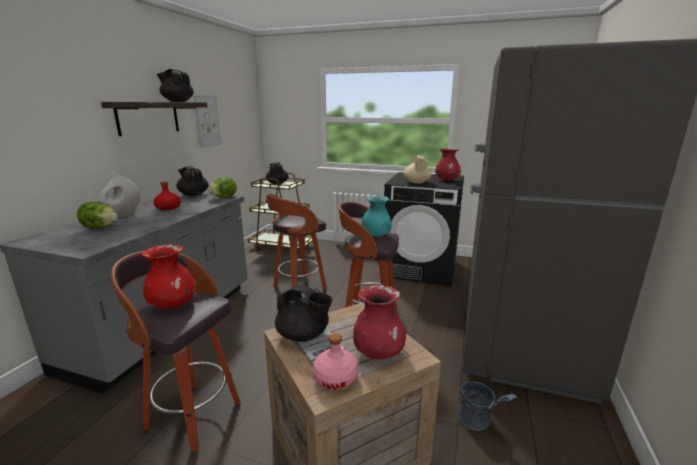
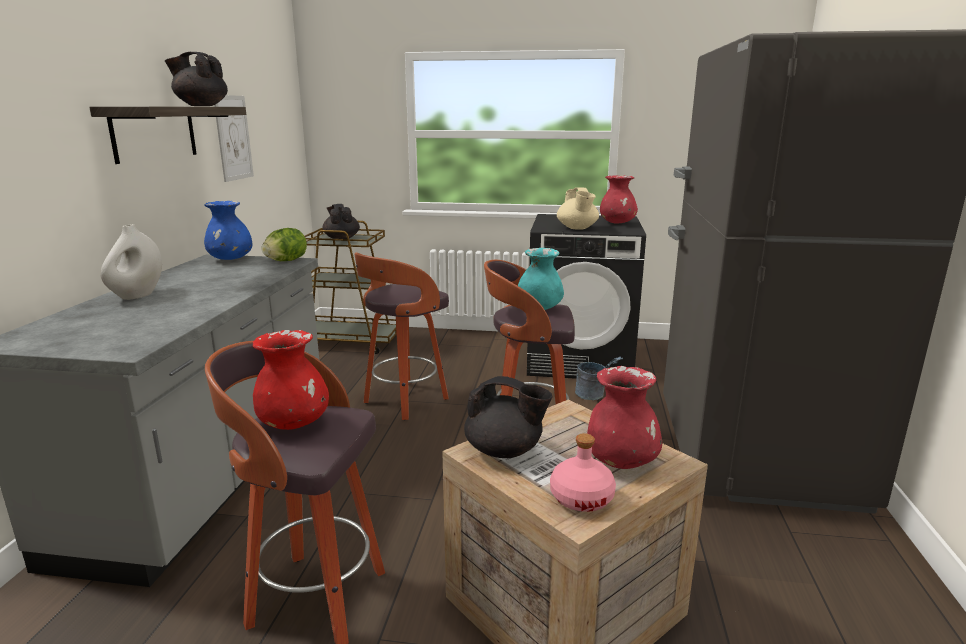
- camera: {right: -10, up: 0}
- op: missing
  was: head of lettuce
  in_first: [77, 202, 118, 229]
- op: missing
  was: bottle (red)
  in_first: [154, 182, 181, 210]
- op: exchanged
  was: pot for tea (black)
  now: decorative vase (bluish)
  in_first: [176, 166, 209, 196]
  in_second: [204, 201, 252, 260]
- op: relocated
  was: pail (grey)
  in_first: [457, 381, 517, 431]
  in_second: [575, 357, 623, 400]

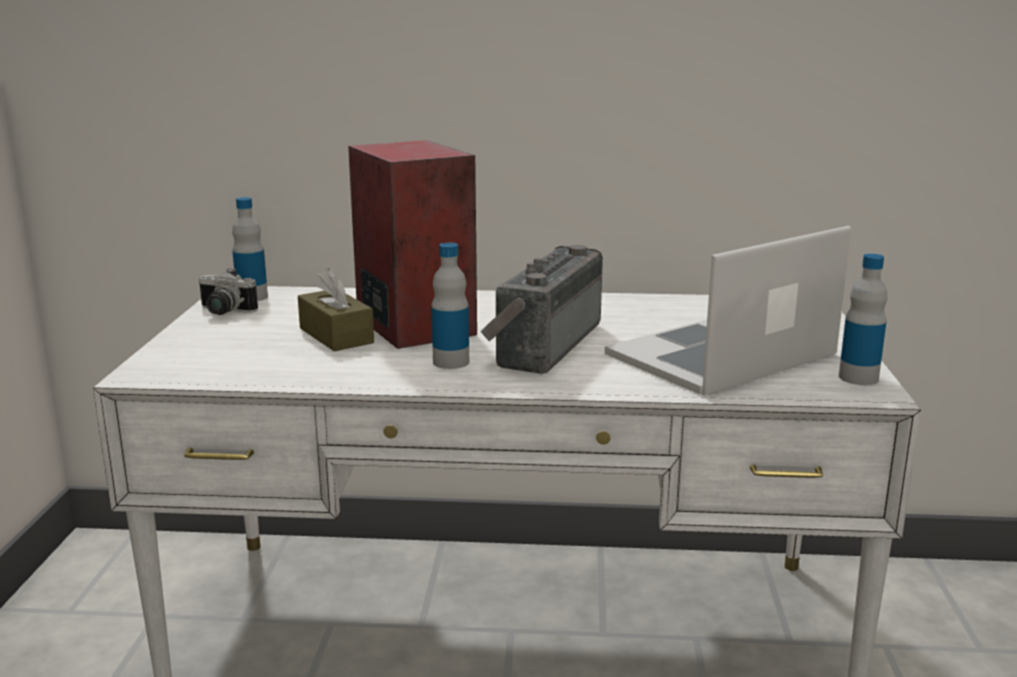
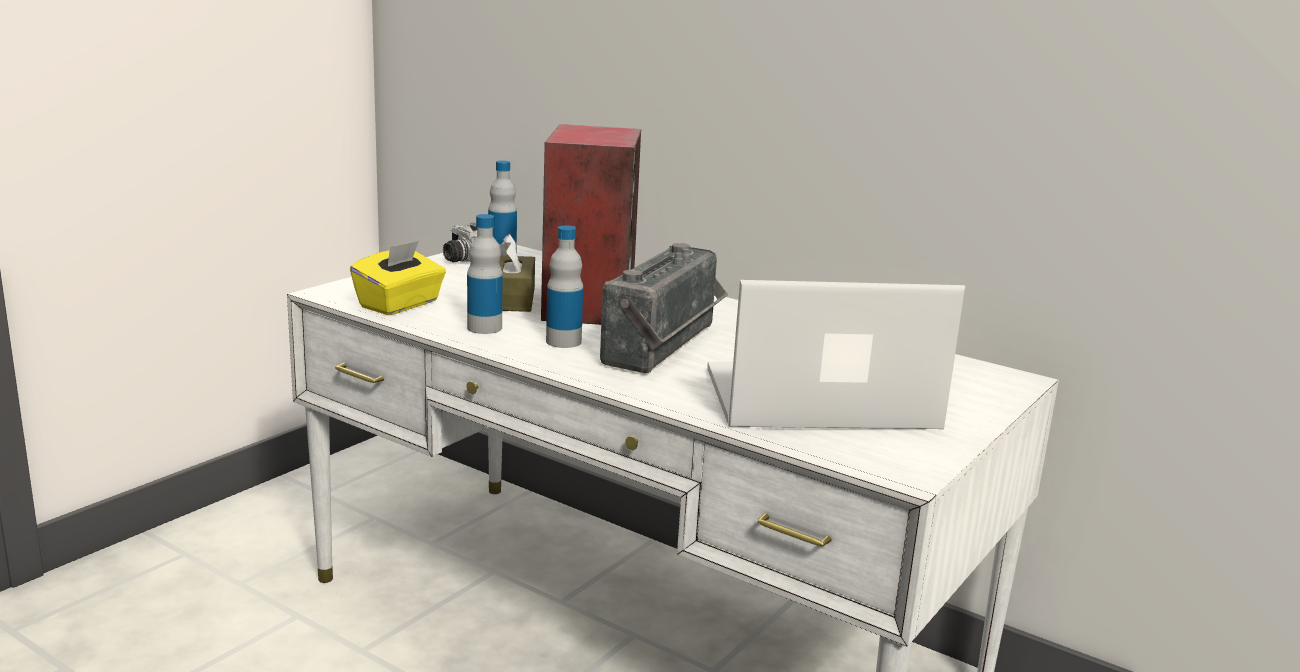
- camera: {right: 30, up: 0}
- op: spun
  was: radio receiver
  in_first: [480, 245, 603, 374]
  in_second: [600, 243, 728, 373]
  clockwise: 150
- op: relocated
  was: bottle
  in_first: [839, 254, 888, 385]
  in_second: [467, 214, 503, 334]
- op: appeared
  now: box of tissues (yellow)
  in_second: [350, 241, 446, 315]

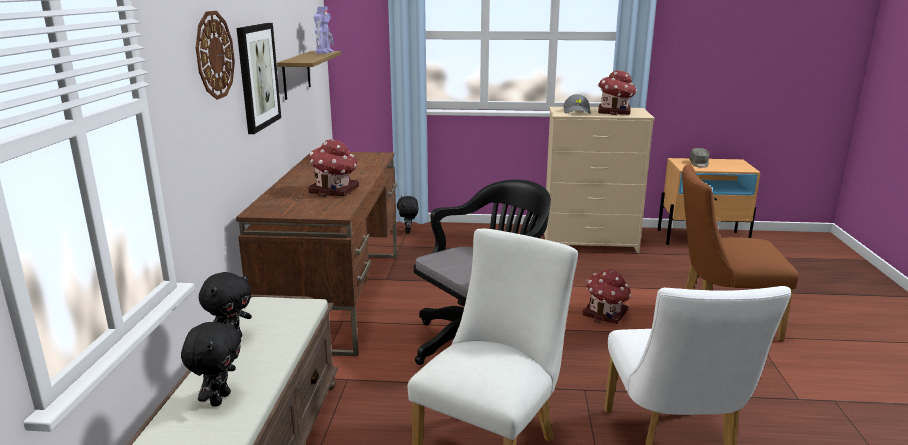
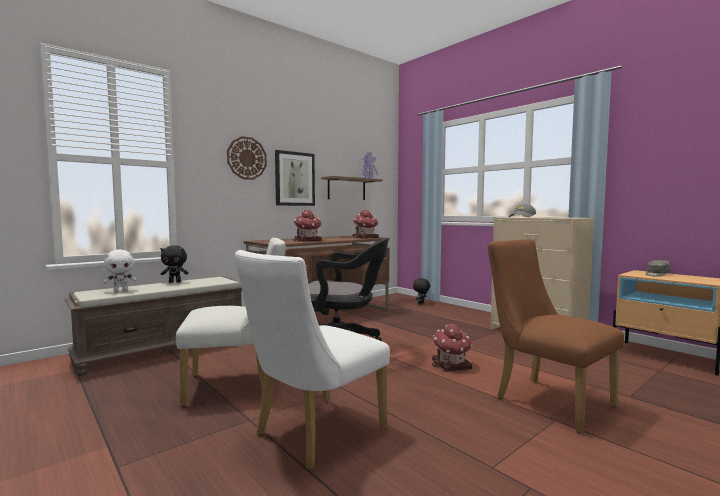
- camera: {right: 45, up: -15}
- op: colour
  was: soft toy (black)
  now: soft toy (whitish)
  in_first: [181, 320, 241, 407]
  in_second: [103, 250, 137, 292]
- op: relocated
  was: toy house
  in_first: [598, 70, 637, 115]
  in_second: [352, 210, 379, 239]

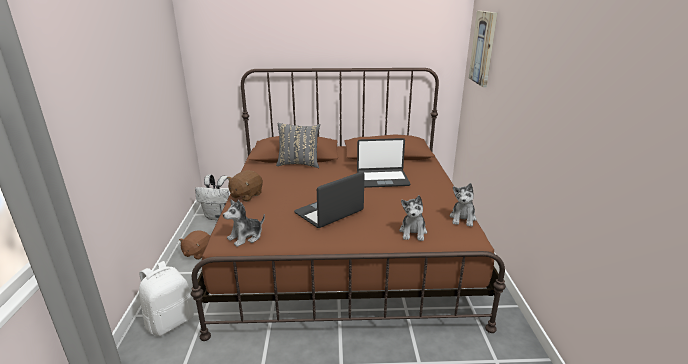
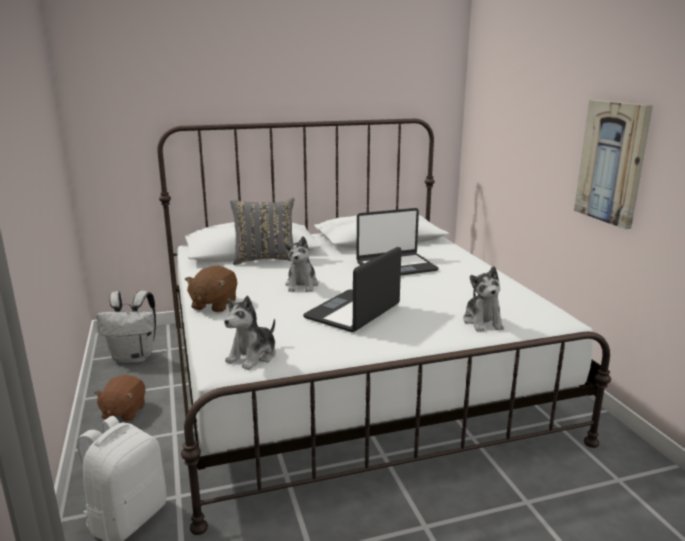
- camera: {right: -15, up: -5}
- op: colour
  was: bed (brownish)
  now: bed (whitish)
  in_first: [191, 68, 506, 341]
  in_second: [157, 119, 611, 535]
- op: relocated
  was: soft toy
  in_first: [450, 183, 477, 227]
  in_second: [283, 236, 319, 292]
- op: relocated
  was: picture
  in_first: [469, 11, 497, 87]
  in_second: [574, 100, 653, 229]

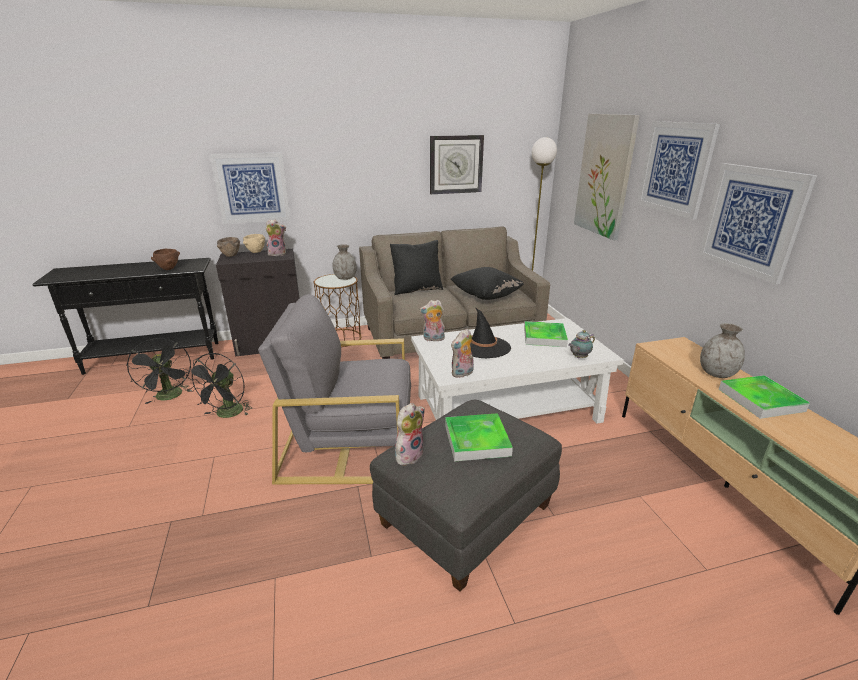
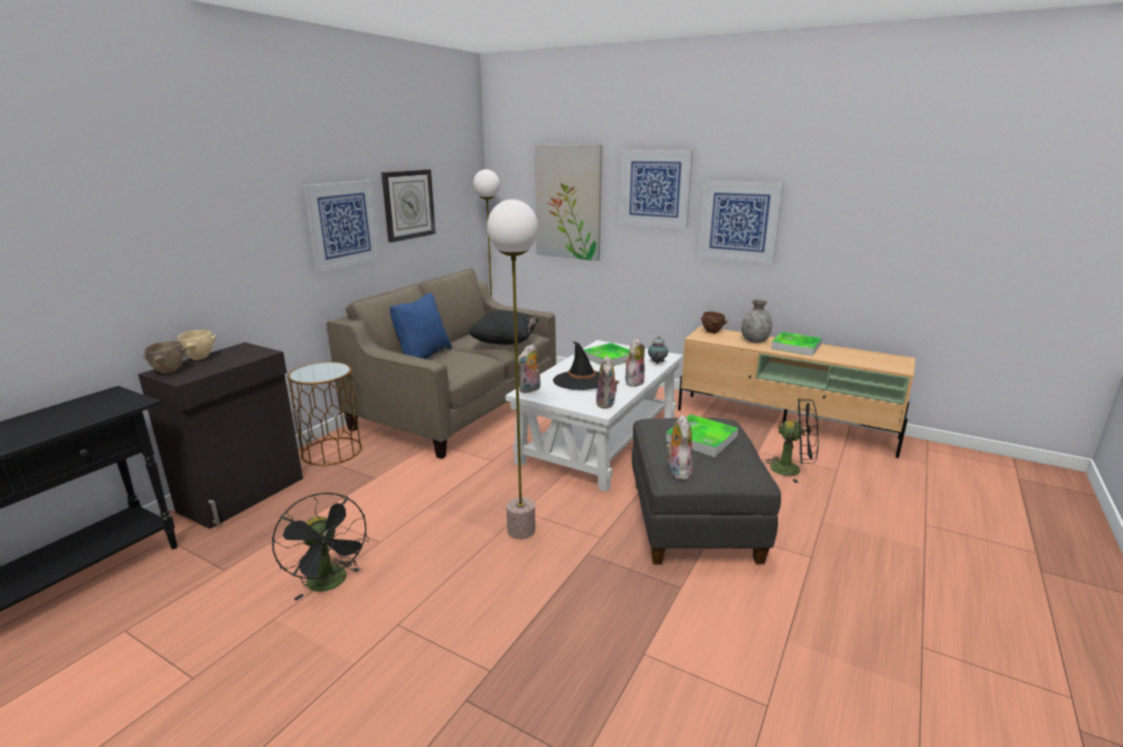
- camera: {right: -45, up: -5}
- op: relocated
  was: fan (black)
  in_first: [127, 338, 191, 404]
  in_second: [762, 398, 819, 483]
- op: relocated
  was: serving bowl (brownish)
  in_first: [151, 249, 180, 270]
  in_second: [701, 311, 727, 334]
- op: relocated
  was: picture
  in_first: [210, 152, 291, 224]
  in_second: [303, 180, 380, 273]
- op: exchanged
  was: armchair (grey)
  now: standing lamp
  in_first: [258, 294, 411, 484]
  in_second: [487, 199, 538, 539]
- op: relocated
  was: soft toy
  in_first: [265, 219, 286, 256]
  in_second: [625, 338, 645, 387]
- op: missing
  was: decorative vase (grey)
  in_first: [333, 244, 357, 280]
- op: colour
  was: cushion (black)
  now: cushion (bluish)
  in_first: [390, 240, 443, 295]
  in_second: [389, 293, 452, 359]

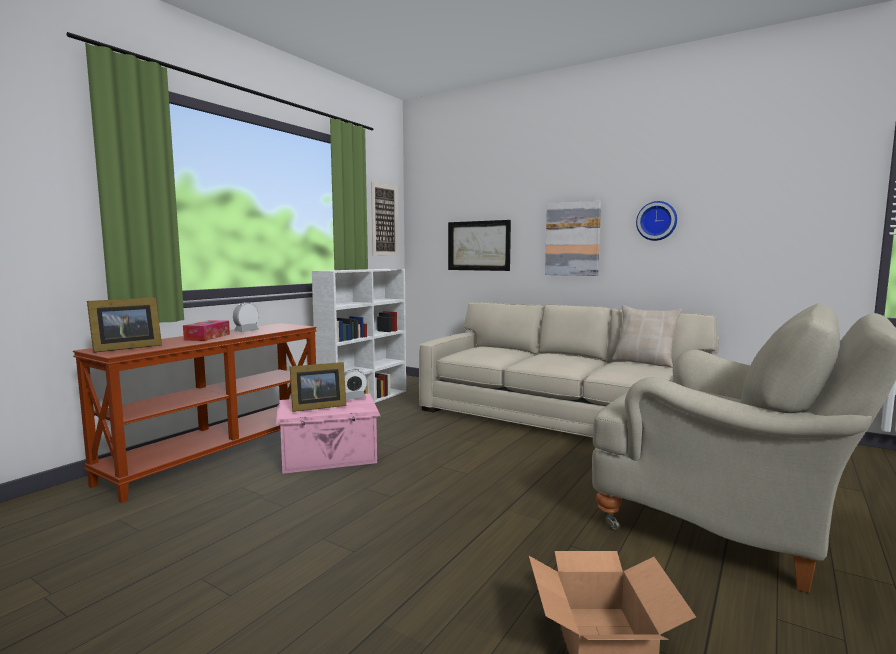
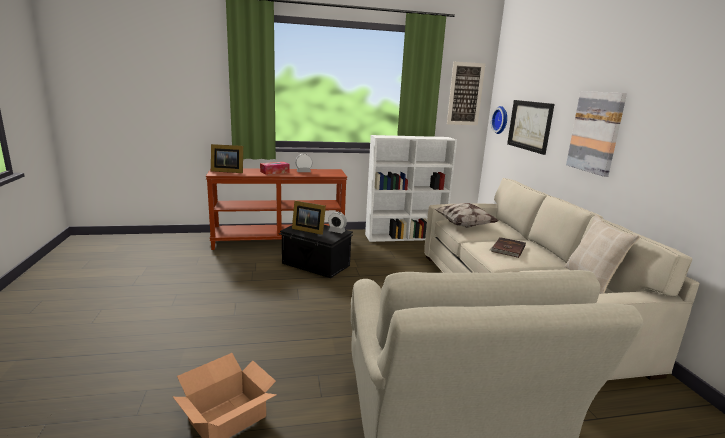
- camera: {right: 45, up: 10}
- op: colour
  was: storage container (pink-coloured)
  now: storage container (black)
  in_first: [276, 393, 380, 474]
  in_second: [279, 225, 353, 278]
- op: relocated
  was: wall clock
  in_first: [636, 201, 677, 241]
  in_second: [491, 106, 507, 134]
- op: appeared
  now: cushion
  in_second: [435, 203, 499, 228]
- op: appeared
  now: bound book (brownish)
  in_second: [490, 237, 526, 258]

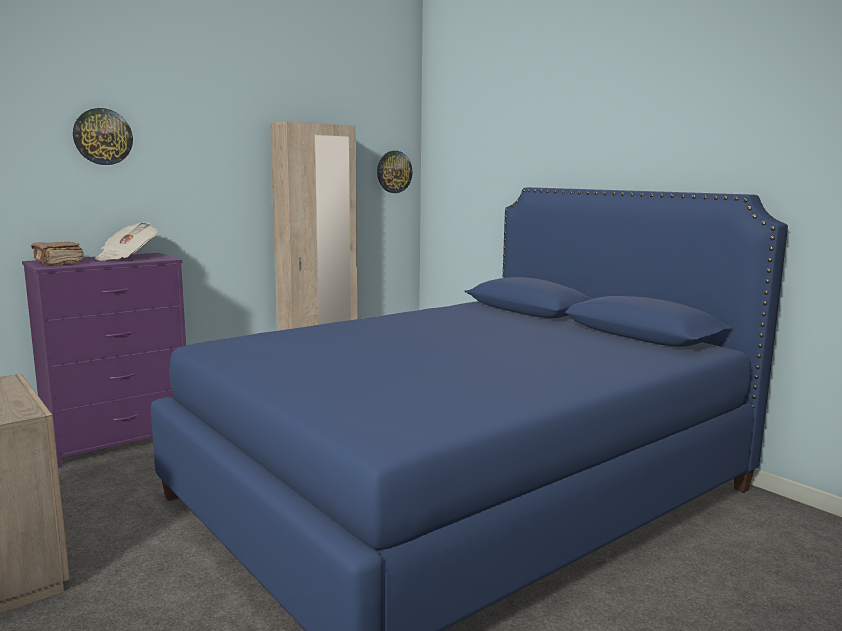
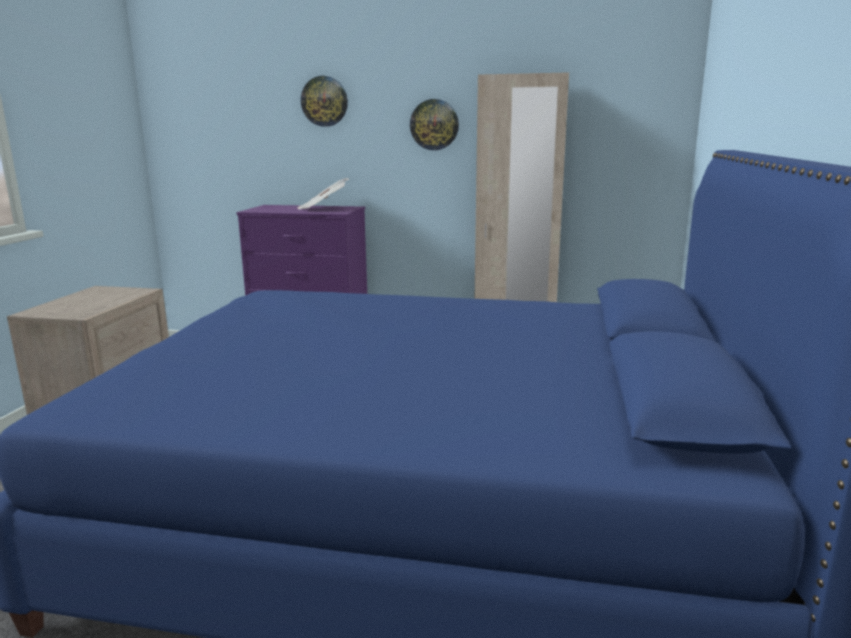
- camera: {right: 50, up: 5}
- op: missing
  was: bound book (brownish)
  in_first: [31, 242, 84, 266]
- op: relocated
  was: wall clock
  in_first: [377, 151, 412, 193]
  in_second: [410, 99, 459, 150]

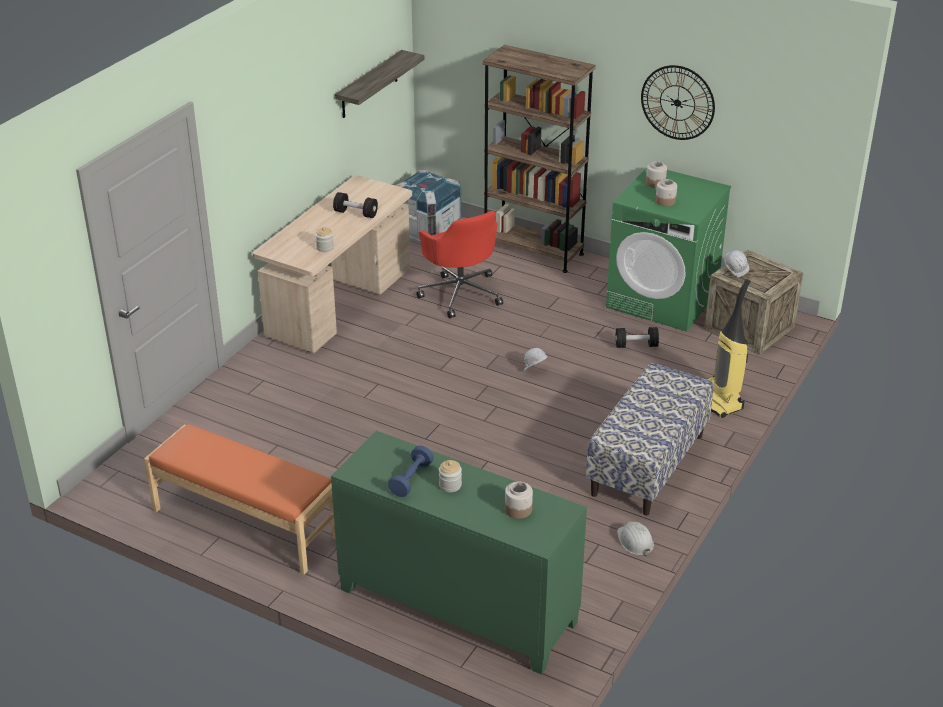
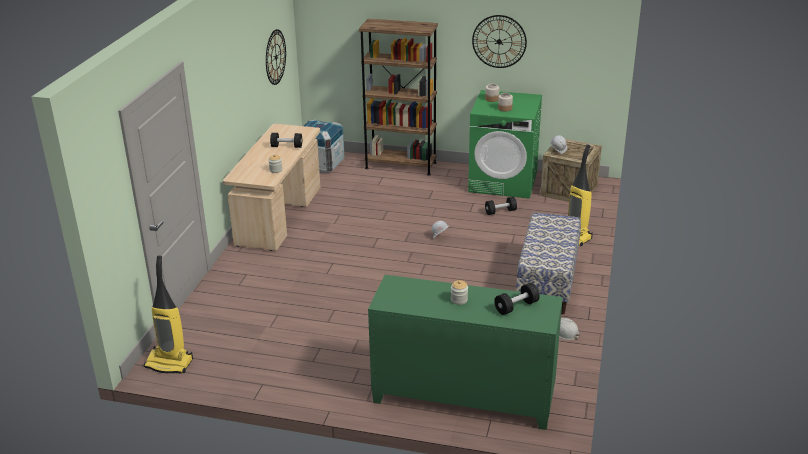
- camera: {right: -15, up: -5}
- op: missing
  was: indoor bench (orange)
  in_first: [144, 424, 336, 574]
- op: exchanged
  was: shelf
  now: wall clock
  in_first: [335, 50, 424, 118]
  in_second: [266, 29, 286, 85]
- op: missing
  was: dumbbell (bluish)
  in_first: [388, 445, 434, 497]
- op: missing
  was: computer chair (red)
  in_first: [416, 211, 503, 318]
- op: exchanged
  was: preserve jar
  now: dumbbell (black)
  in_first: [505, 482, 533, 519]
  in_second: [494, 283, 540, 315]
- op: appeared
  now: hoover
  in_second: [144, 255, 193, 374]

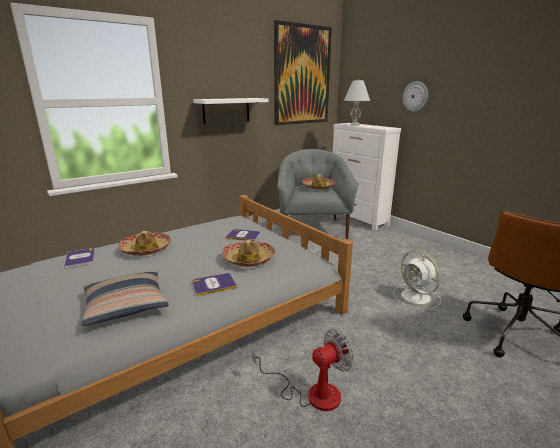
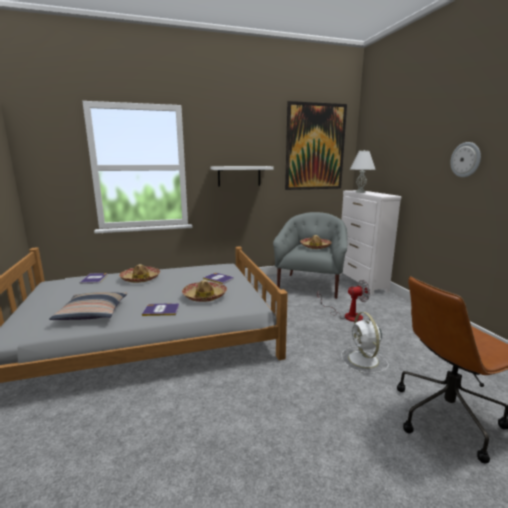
- camera: {right: 20, up: -5}
- op: relocated
  was: fan
  in_first: [252, 329, 354, 411]
  in_second: [317, 280, 370, 322]
- op: relocated
  was: wall clock
  in_first: [403, 81, 428, 112]
  in_second: [450, 142, 481, 177]

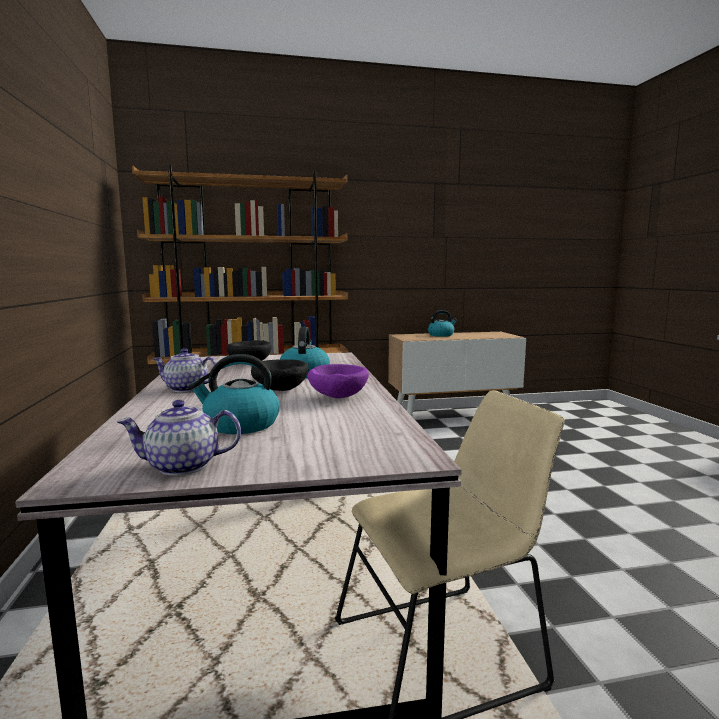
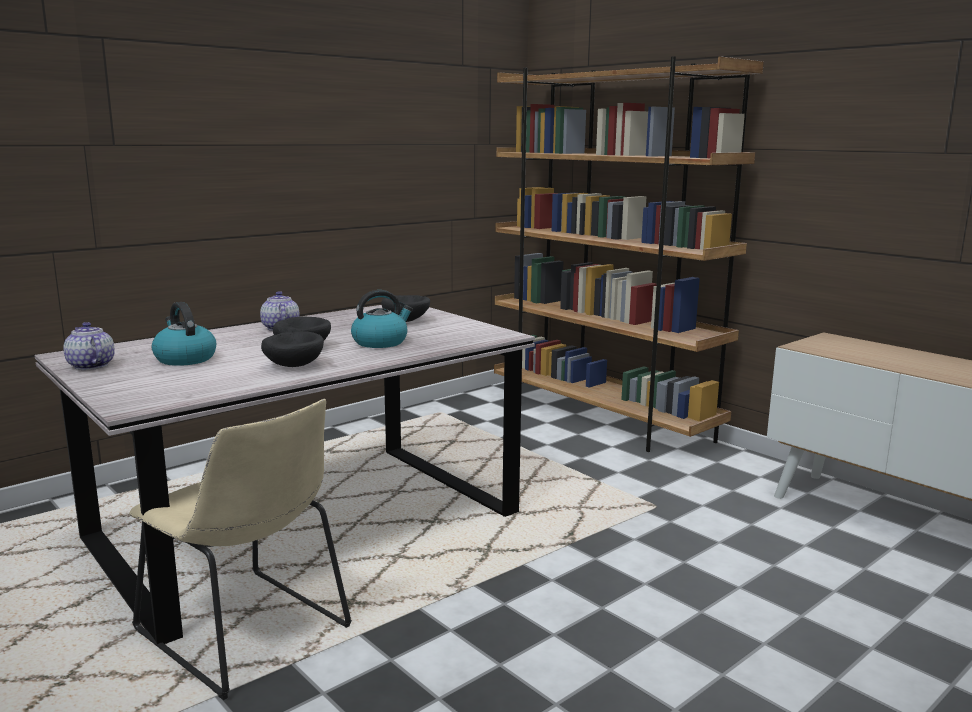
- camera: {right: 60, up: 5}
- op: colour
  was: serving bowl (purple-coloured)
  now: serving bowl (black)
  in_first: [307, 364, 369, 398]
  in_second: [261, 331, 324, 367]
- op: missing
  was: water kettle
  in_first: [428, 310, 457, 337]

